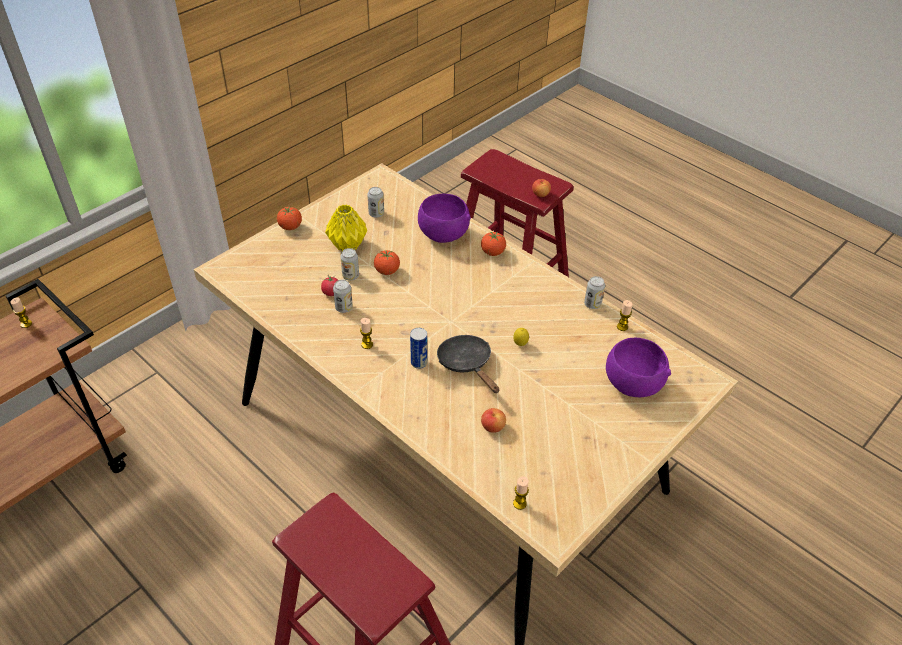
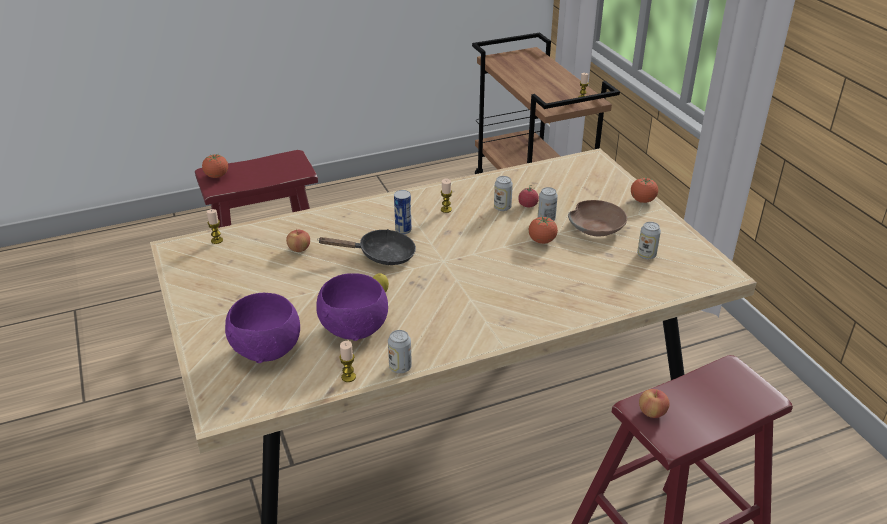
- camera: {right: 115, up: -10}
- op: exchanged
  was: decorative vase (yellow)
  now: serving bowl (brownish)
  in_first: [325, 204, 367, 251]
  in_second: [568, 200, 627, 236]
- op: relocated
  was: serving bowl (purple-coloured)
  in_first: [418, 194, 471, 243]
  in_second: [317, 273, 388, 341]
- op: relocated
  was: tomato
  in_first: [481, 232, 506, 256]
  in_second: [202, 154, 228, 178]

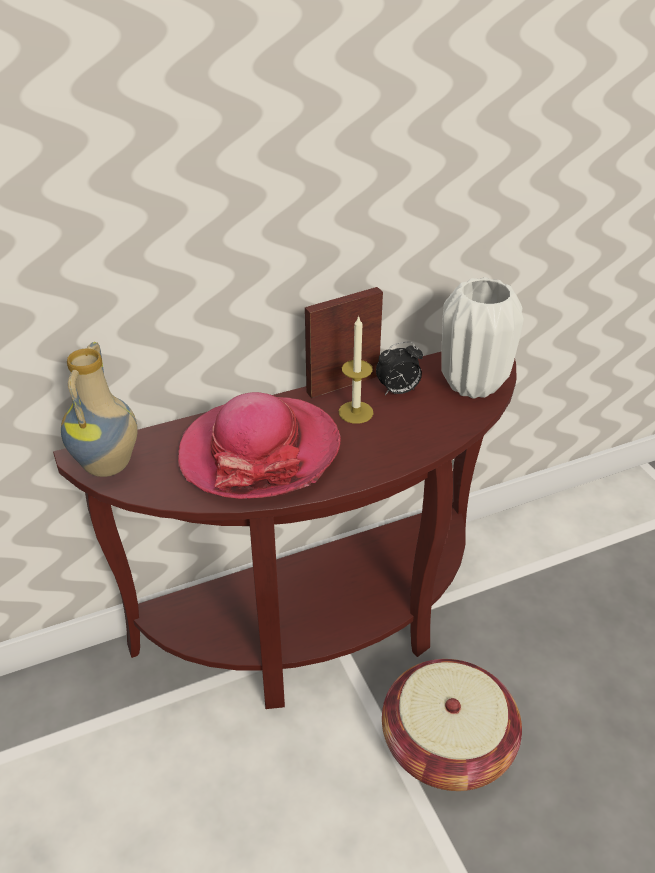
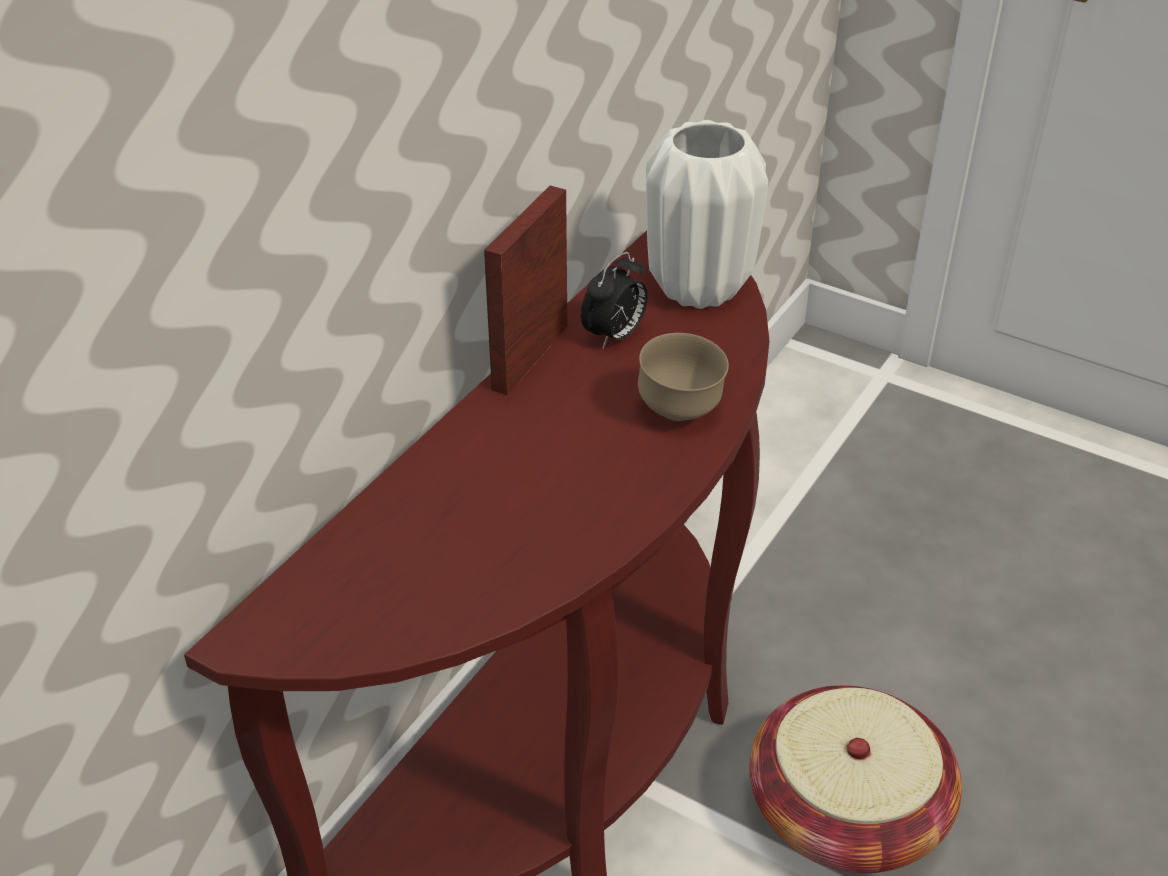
- camera: {right: -35, up: 0}
- op: missing
  was: decorative vase
  in_first: [61, 342, 138, 477]
- op: missing
  was: clothing hat
  in_first: [178, 392, 341, 499]
- op: missing
  was: wax candle
  in_first: [339, 315, 373, 424]
- op: appeared
  now: serving bowl (brownish)
  in_second: [638, 333, 729, 421]

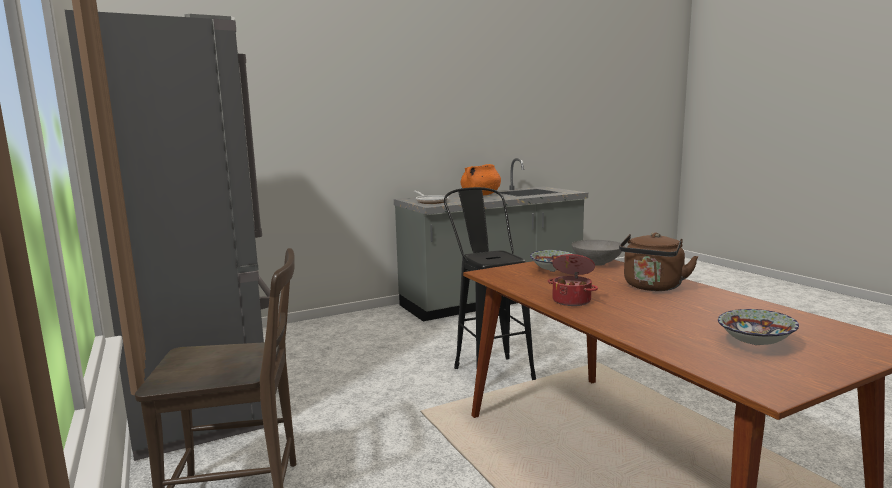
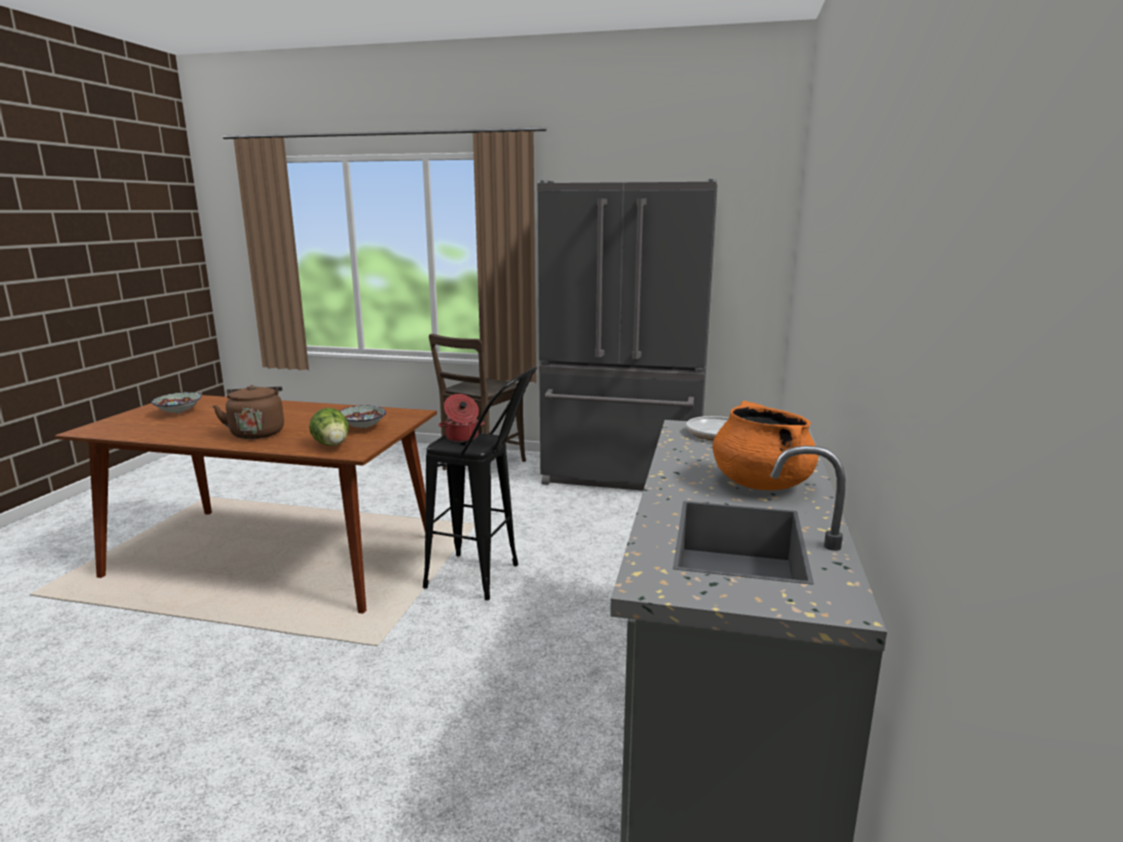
- camera: {right: 130, up: 5}
- op: relocated
  was: cooking pot
  in_first: [548, 254, 598, 306]
  in_second: [438, 394, 485, 442]
- op: exchanged
  was: serving bowl (grey)
  now: head of lettuce
  in_first: [572, 240, 625, 266]
  in_second: [309, 408, 349, 446]

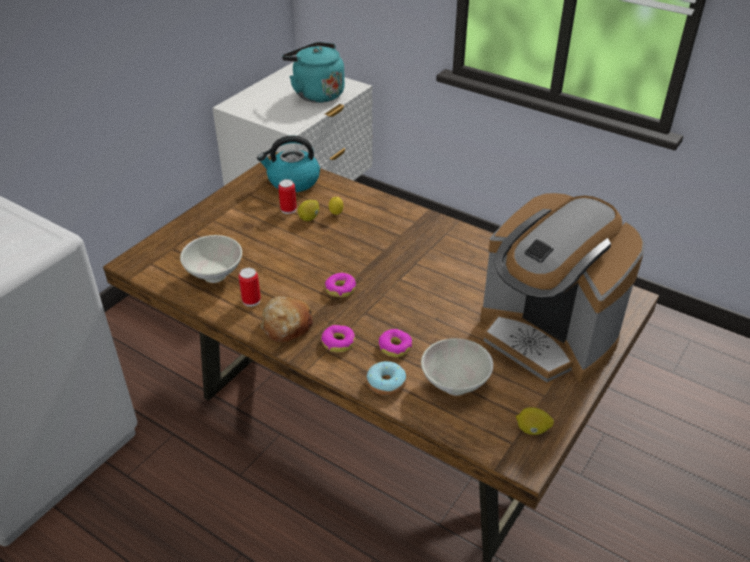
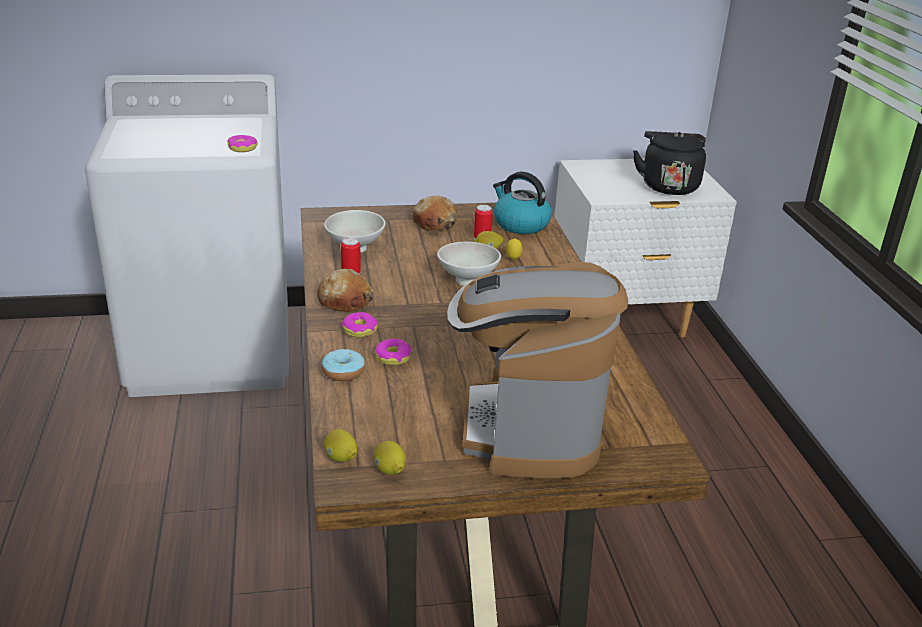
- camera: {right: 45, up: -10}
- op: colour
  was: water kettle (turquoise-coloured)
  now: water kettle (black)
  in_first: [282, 42, 345, 103]
  in_second: [633, 131, 706, 195]
- op: relocated
  was: doughnut
  in_first: [325, 273, 356, 297]
  in_second: [227, 135, 258, 152]
- op: relocated
  was: serving bowl (whitish)
  in_first: [421, 338, 493, 396]
  in_second: [437, 242, 501, 286]
- op: appeared
  now: lemon
  in_second: [324, 429, 357, 462]
- op: appeared
  now: baked bread
  in_second: [413, 195, 457, 231]

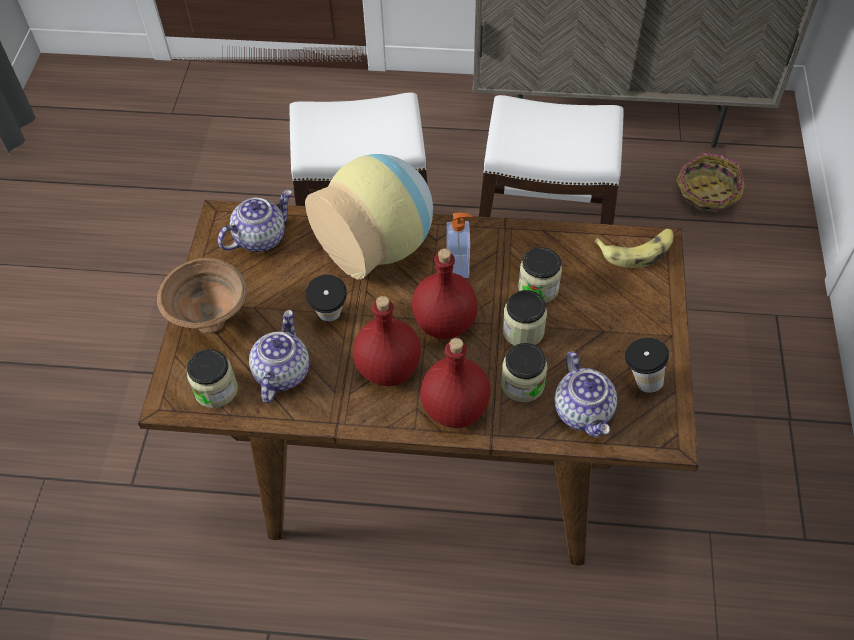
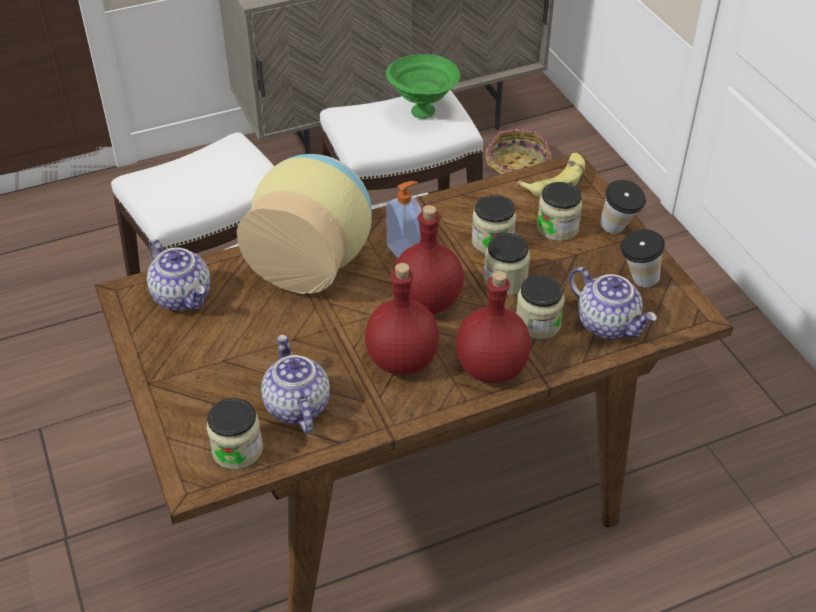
- camera: {right: -30, up: -10}
- op: missing
  was: serving bowl (brownish)
  in_first: [157, 258, 247, 334]
- op: spun
  was: pot for tea
  in_first: [218, 190, 293, 252]
  in_second: [147, 239, 211, 311]
  clockwise: 120
- op: relocated
  was: cup
  in_first: [306, 275, 347, 322]
  in_second: [600, 180, 646, 234]
- op: appeared
  now: serving bowl (green)
  in_second: [386, 54, 460, 119]
- op: appeared
  now: preserve jar
  in_second: [537, 182, 582, 241]

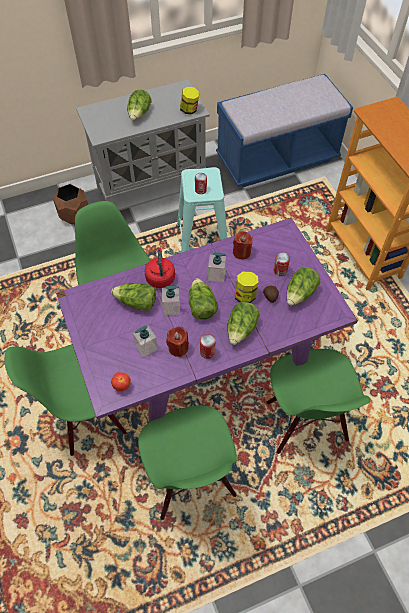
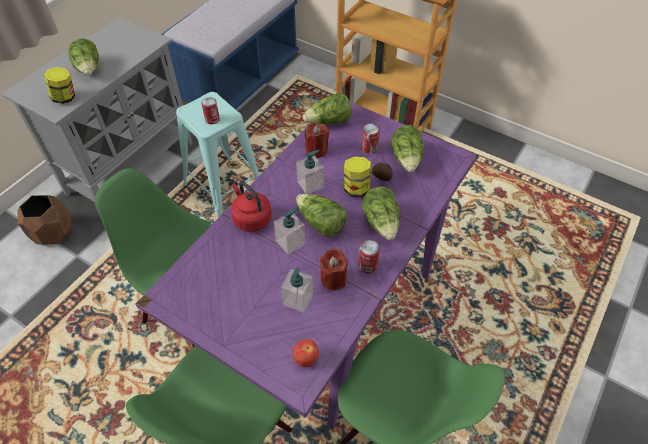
- camera: {right: -35, up: -5}
- op: relocated
  was: head of lettuce
  in_first: [111, 283, 156, 311]
  in_second: [303, 93, 352, 124]
- op: relocated
  was: preserve jar
  in_first: [180, 87, 199, 114]
  in_second: [44, 67, 75, 104]
- op: missing
  was: chair (green)
  in_first: [266, 349, 371, 454]

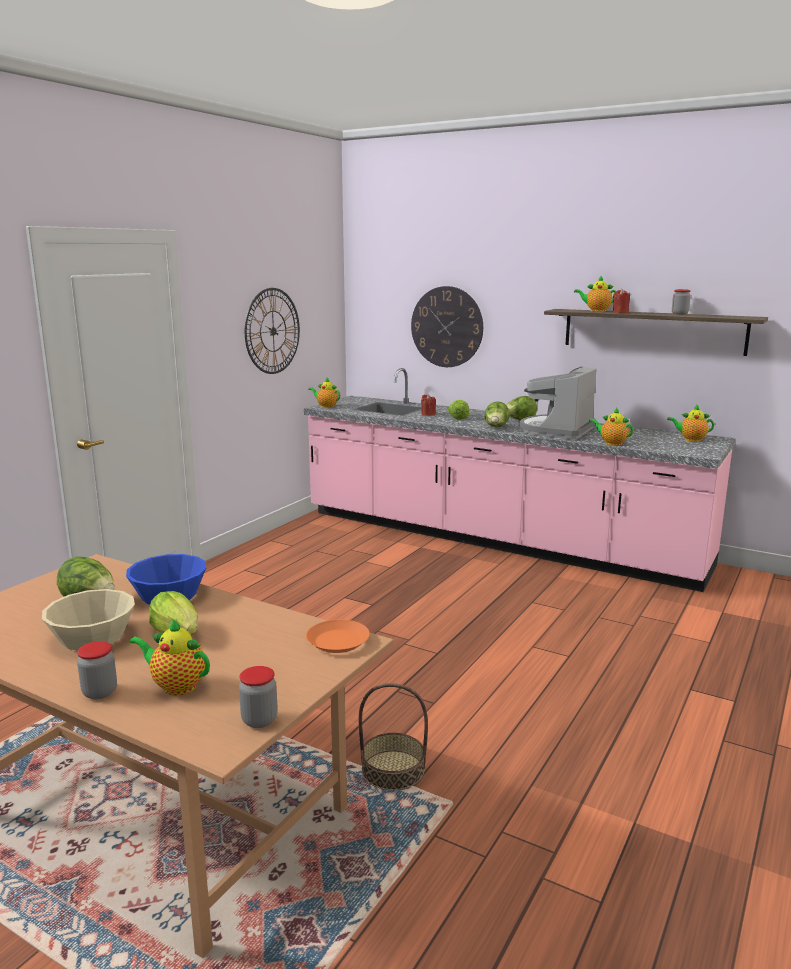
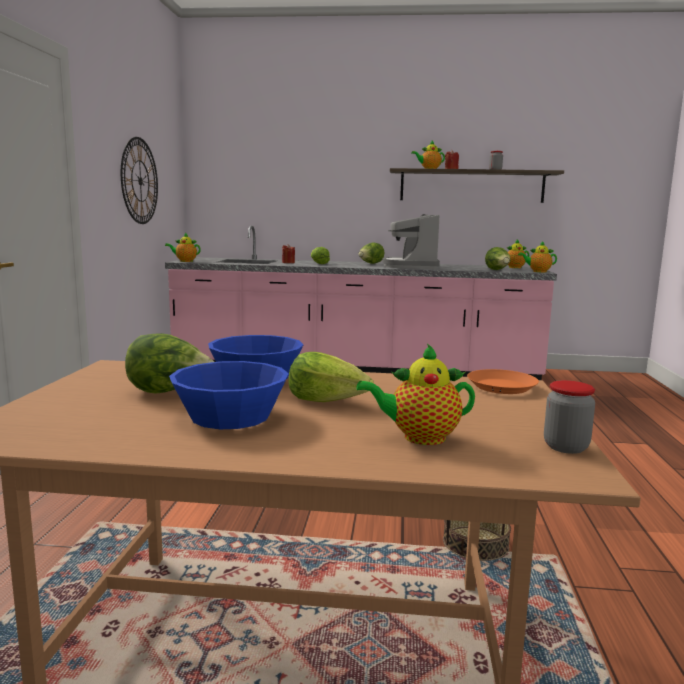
- camera: {right: -25, up: -5}
- op: colour
  was: serving bowl (beige)
  now: serving bowl (bluish)
  in_first: [42, 589, 135, 651]
  in_second: [169, 361, 289, 429]
- op: missing
  was: preserve jar
  in_first: [77, 641, 117, 699]
- op: missing
  was: wall clock
  in_first: [411, 286, 483, 367]
- op: relocated
  was: head of lettuce
  in_first: [484, 401, 510, 427]
  in_second: [485, 247, 511, 270]
- op: relocated
  was: pot for tea
  in_first: [589, 408, 633, 446]
  in_second: [518, 241, 557, 272]

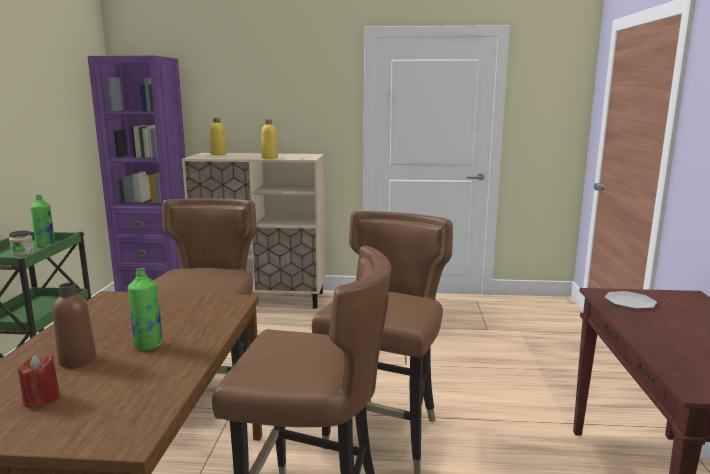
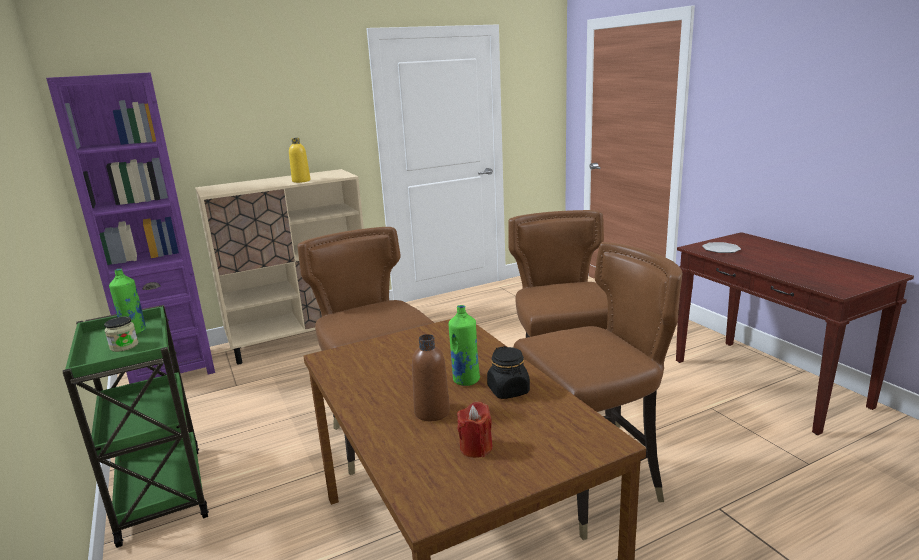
- camera: {right: -30, up: 5}
- op: missing
  was: bottle (yellow)
  in_first: [210, 118, 227, 155]
- op: appeared
  now: preserve jar (black)
  in_second: [487, 346, 530, 399]

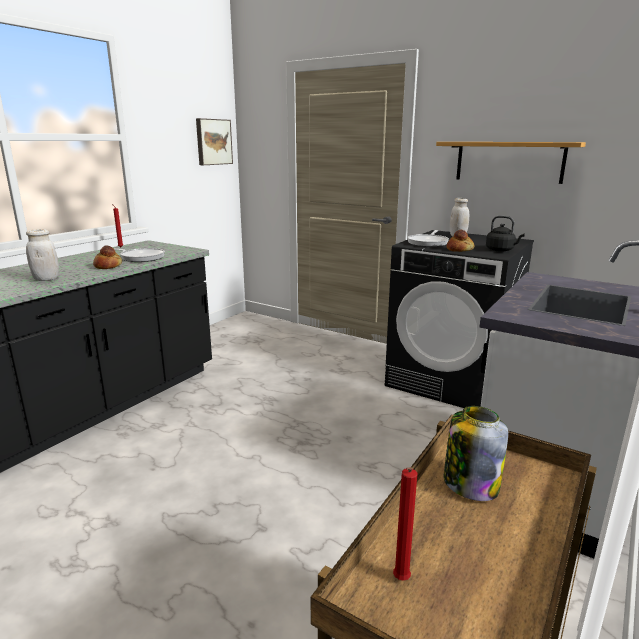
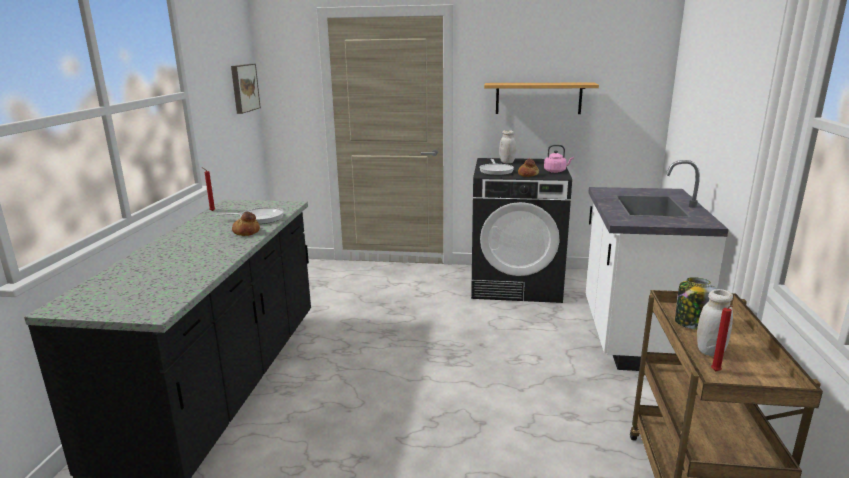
- camera: {right: -25, up: 0}
- op: relocated
  was: preserve jar (whitish)
  in_first: [26, 229, 59, 281]
  in_second: [697, 289, 733, 356]
- op: colour
  was: water kettle (black)
  now: water kettle (pink-coloured)
  in_first: [486, 216, 525, 252]
  in_second: [544, 145, 574, 173]

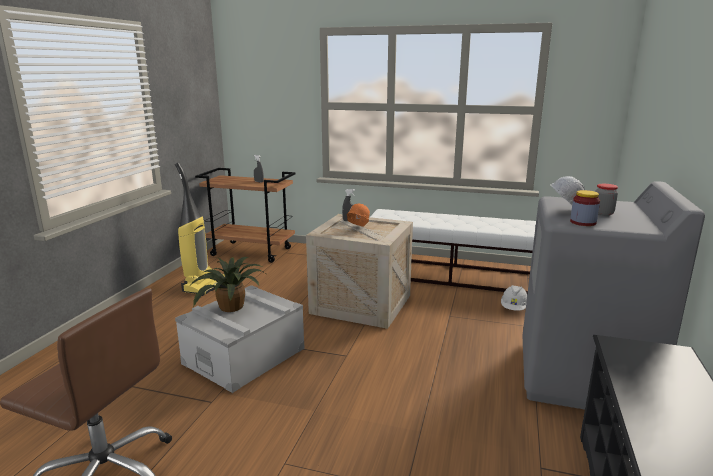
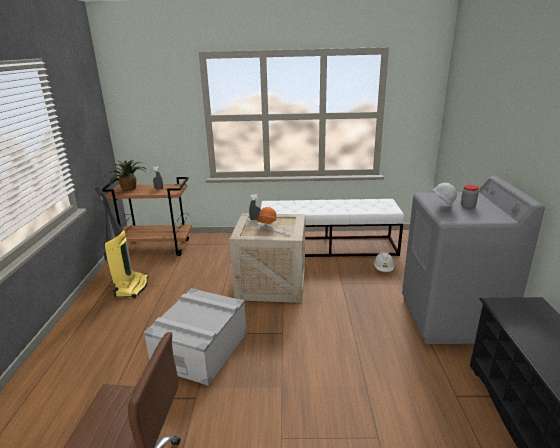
- camera: {right: -15, up: 5}
- op: relocated
  was: potted plant
  in_first: [191, 257, 267, 312]
  in_second: [105, 160, 146, 191]
- op: missing
  was: preserve jar
  in_first: [570, 190, 600, 226]

